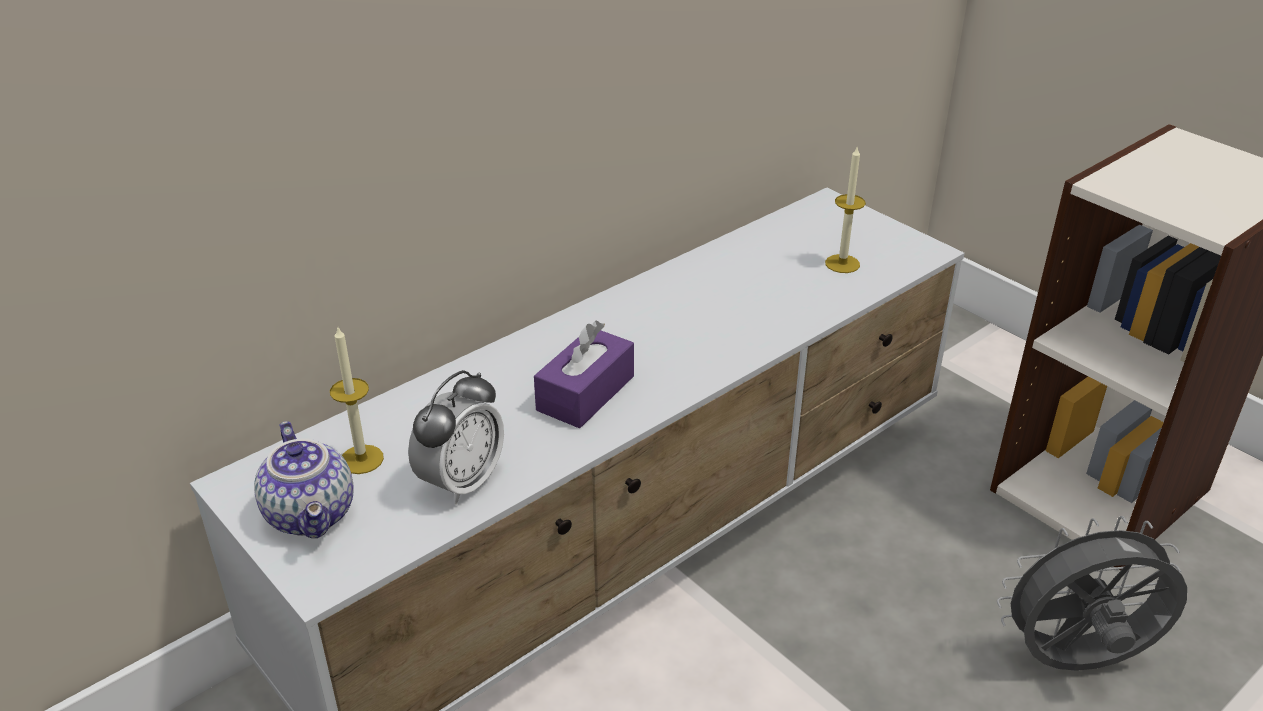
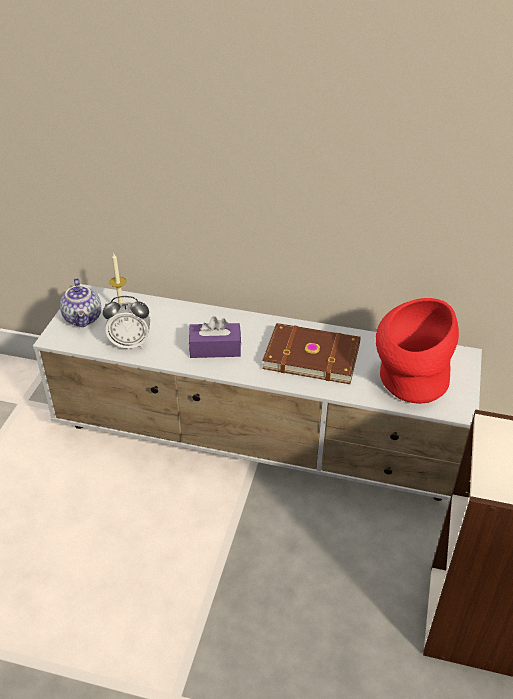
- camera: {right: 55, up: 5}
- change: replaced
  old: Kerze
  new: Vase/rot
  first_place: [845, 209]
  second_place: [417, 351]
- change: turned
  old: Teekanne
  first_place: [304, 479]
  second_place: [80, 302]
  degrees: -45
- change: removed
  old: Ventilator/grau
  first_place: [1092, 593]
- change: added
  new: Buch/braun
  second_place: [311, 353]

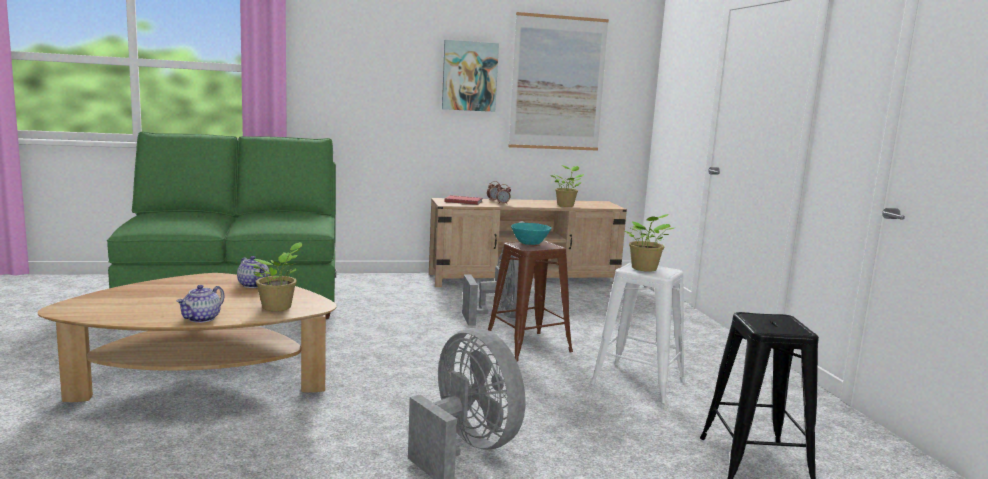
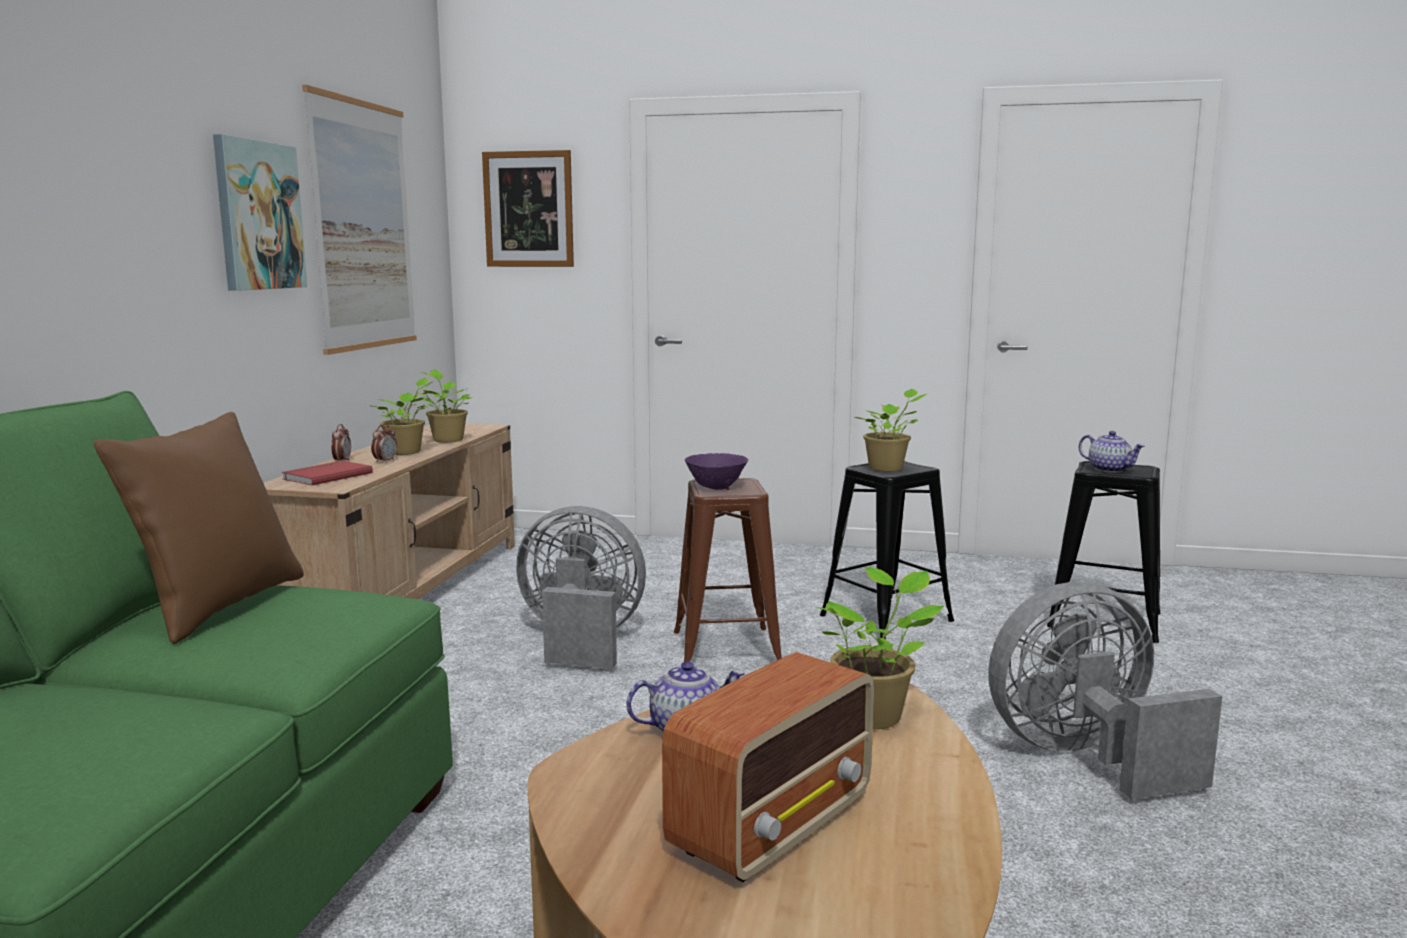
- camera: {right: -65, up: 0}
- change: recoloured
  old: Schüssel/türkis
  new: Schüssel/lila
  first_place: [531, 234]
  second_place: [716, 471]
- change: recoloured
  old: Hocker/weiß
  new: Hocker/schwarz
  first_place: [638, 332]
  second_place: [887, 550]
- change: moved
  old: Teekanne
  first_place: [200, 304]
  second_place: [1112, 452]
- change: added
  new: Bild
  second_place: [528, 208]
- change: added
  new: Topfpflanze
  second_place: [402, 416]
- change: added
  new: Kissen/braun
  second_place: [198, 528]
- change: added
  new: Radio
  second_place: [768, 767]

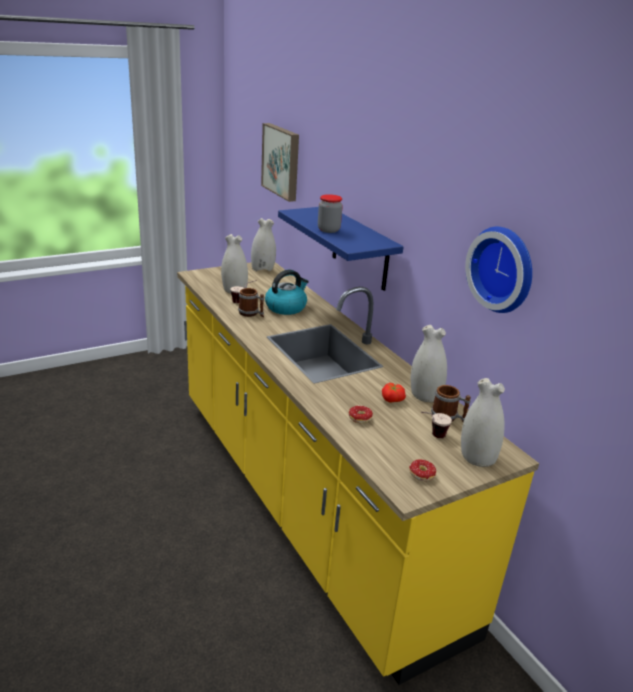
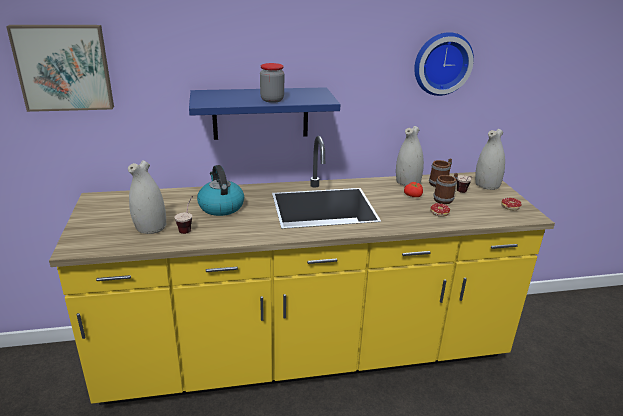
- camera: {right: -70, up: 0}
- change: removed
  old: Vase/weiß
  first_place: [263, 245]
- change: moved
  old: Henkelbecher
  first_place: [251, 302]
  second_place: [445, 188]

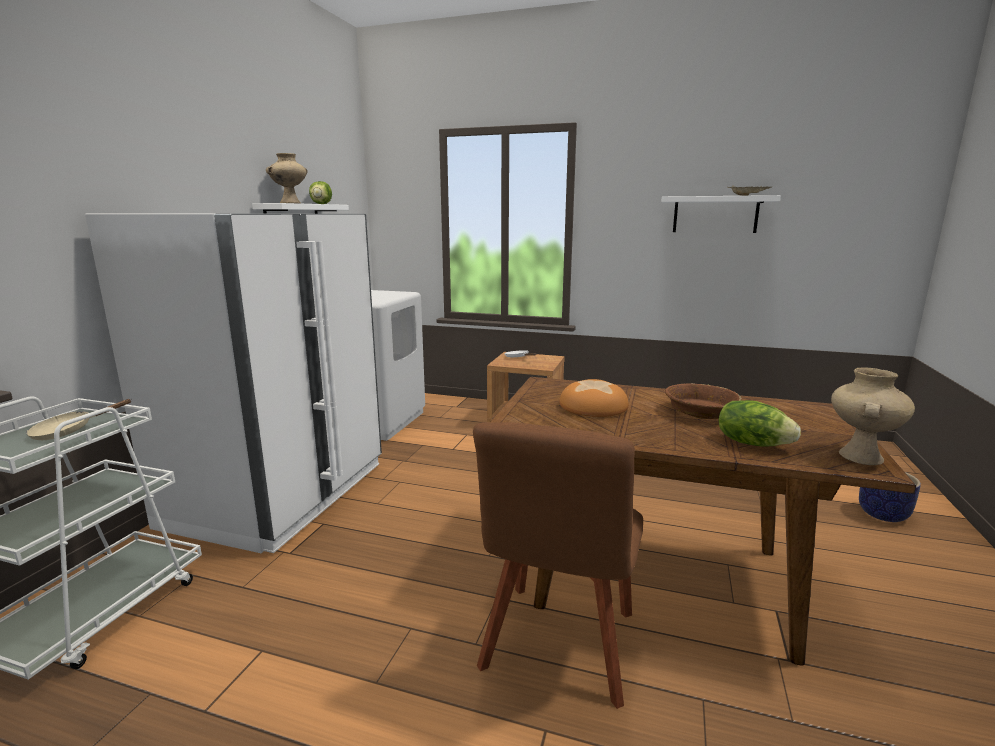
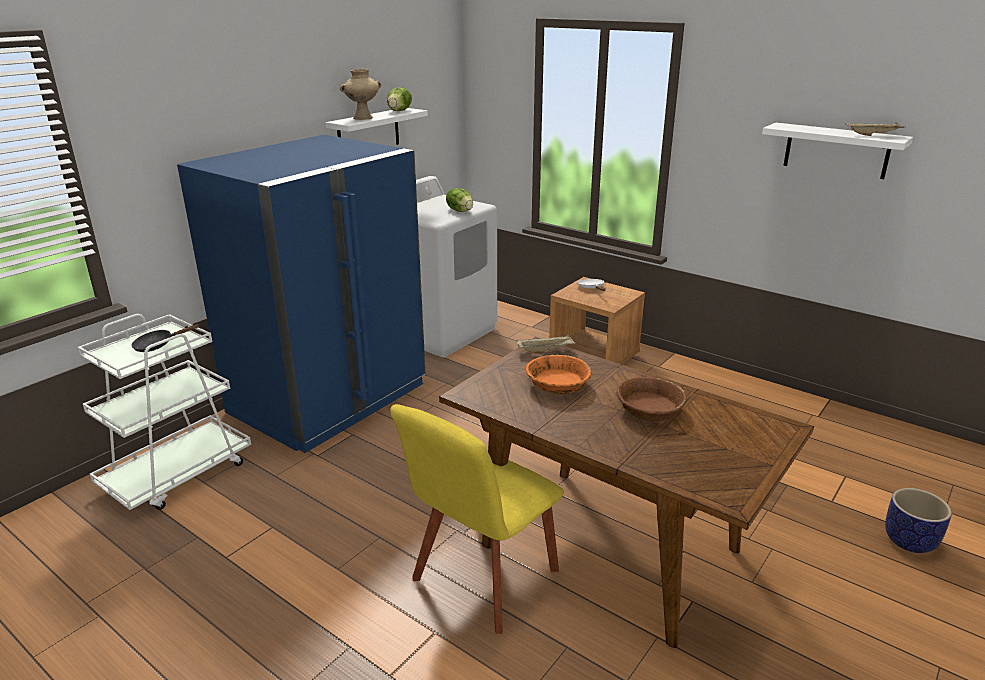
- camera: {right: 20, up: 10}
- change: recoloured
  old: Kühlschrank/weiß
  new: Kühlschrank/blau
  first_place: [233, 383]
  second_place: [301, 294]
- change: removed
  old: Vase/beige
  first_place: [873, 416]
- change: replaced
  old: Brot
  new: Schüssel/orange
  first_place: [594, 398]
  second_place: [558, 374]
- change: recoloured
  old: Pfanne/beige
  new: Pfanne/schwarz
  first_place: [79, 419]
  second_place: [165, 338]
- change: moved
  old: Salatkopf
  first_place: [760, 423]
  second_place: [459, 200]
- change: recoloured
  old: Stuhl/braun
  new: Stuhl/gelb
  first_place: [558, 565]
  second_place: [477, 519]
- change: added
  new: Tablett/beige
  second_place: [546, 344]

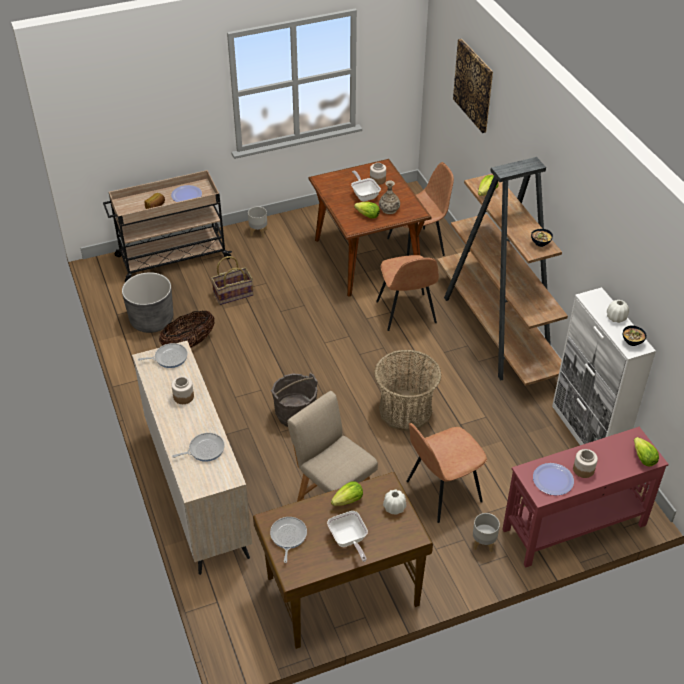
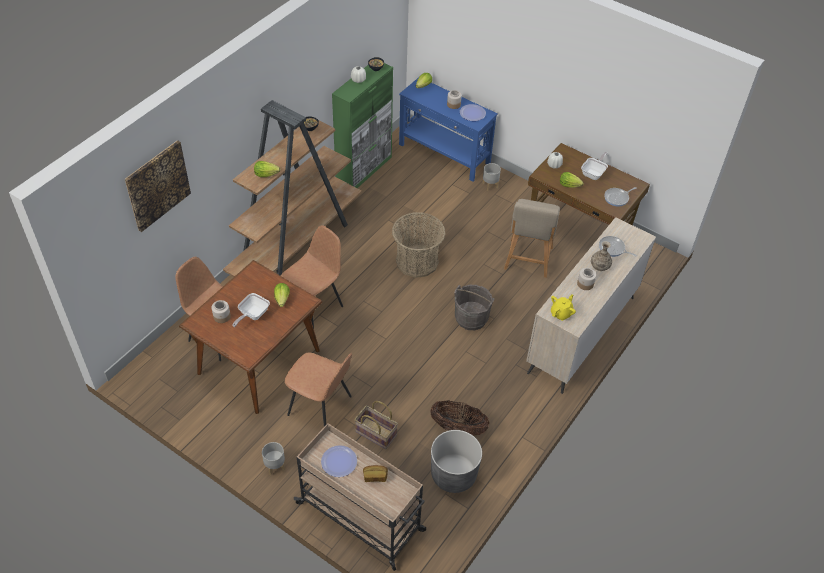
- camera: {right: -125, up: 5}
- change: moved
  old: Vase
  first_place: [389, 197]
  second_place: [601, 256]
- change: recoloured
  old: Schrank/weiß
  new: Schrank/grün
  first_place: [604, 366]
  second_place: [362, 125]
- change: replaced
  old: Pfanne
  new: Teekanne/gelb
  first_place: [163, 355]
  second_place: [563, 307]
- change: moved
  old: Stuhl/braun
  first_place: [446, 472]
  second_place: [318, 389]
- change: recoloured
  old: Konsolentisch/rot
  new: Konsolentisch/blau
  first_place: [585, 497]
  second_place: [448, 129]

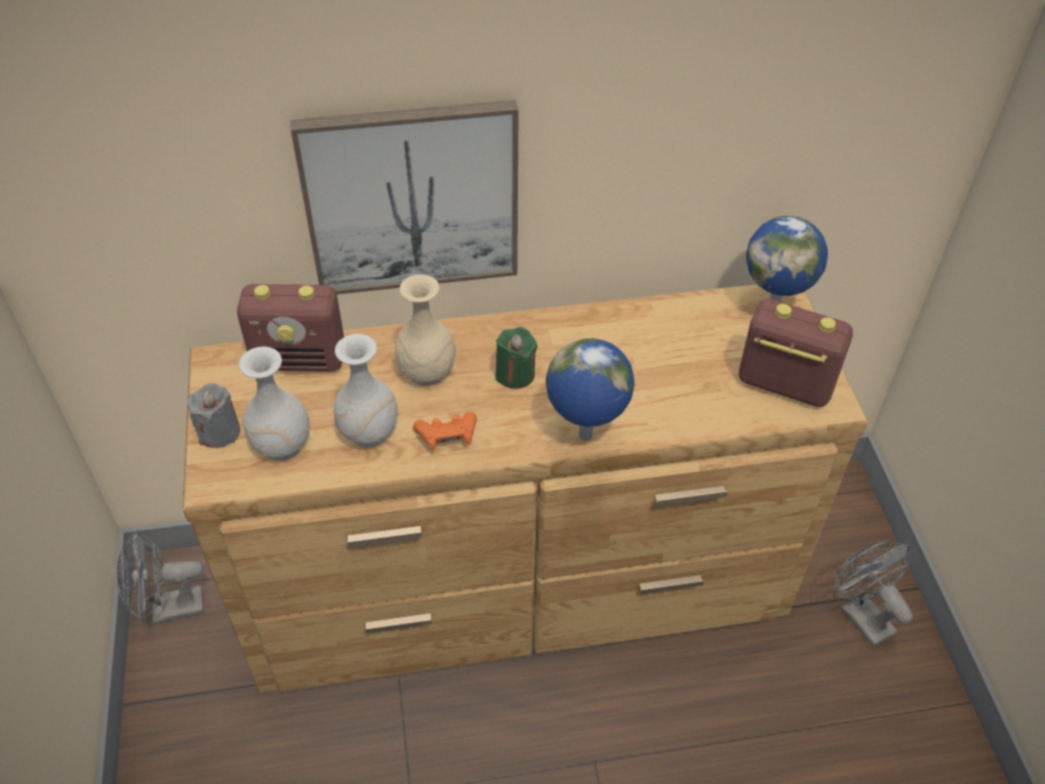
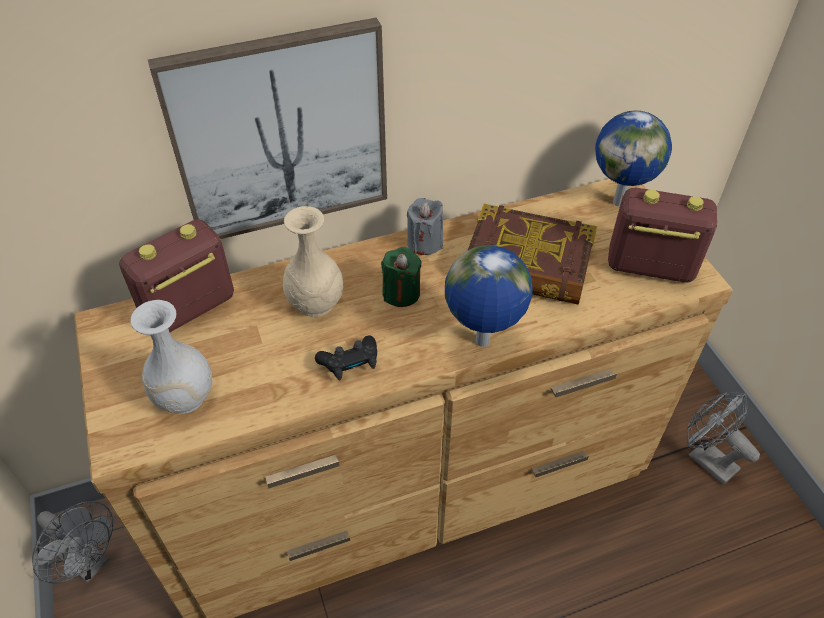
- camera: {right: -10, up: 0}
- change: turned
  old: Radio
  first_place: [290, 328]
  second_place: [176, 275]
  degrees: 150
- change: removed
  old: Vase/weiß
  first_place: [366, 390]
- change: moved
  old: Kerze/grau
  first_place: [213, 415]
  second_place: [425, 226]
- change: recoloured
  old: Gamepad/orange
  new: Gamepad/schwarz
  first_place: [445, 432]
  second_place: [346, 357]
- change: turned
  old: Ventilator/grau
  first_place: [160, 577]
  second_place: [72, 542]
  degrees: -120
- change: added
  new: Buch
  second_place: [532, 254]

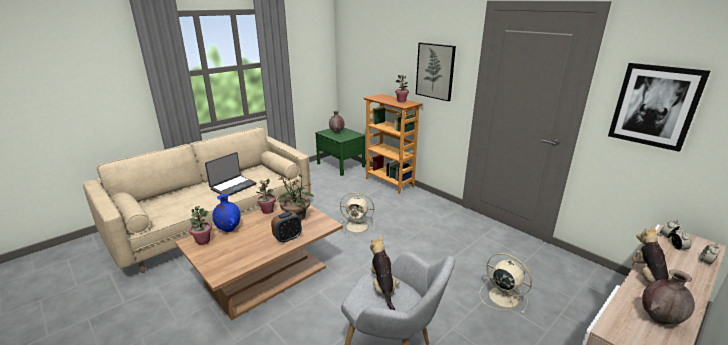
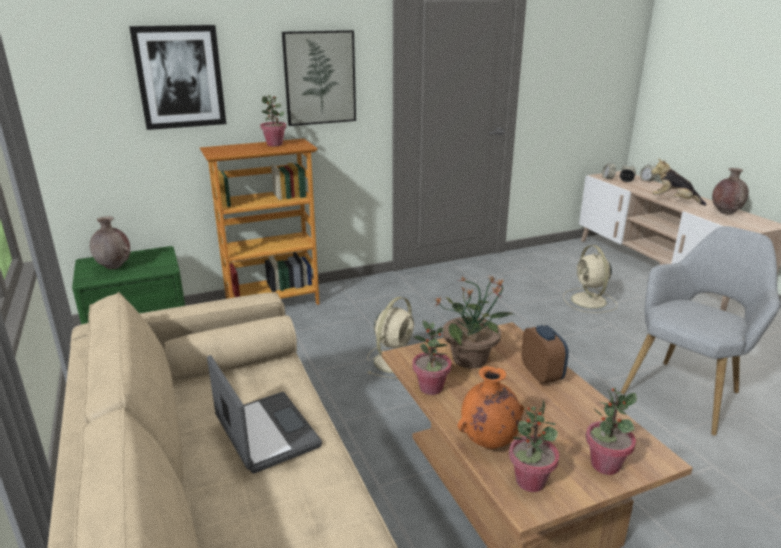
- camera: {right: -70, up: 0}
- change: moved
  old: Bild
  first_place: [659, 107]
  second_place: [177, 77]
- change: recoloured
  old: Vase/blau
  new: Vase/orange
  first_place: [226, 213]
  second_place: [490, 407]
- change: removed
  old: Plüschtier
  first_place: [385, 272]
- change: turned
  old: Ventilator/beige
  first_place: [505, 283]
  second_place: [590, 279]
  degrees: -75
- change: added
  new: Topfpflanze
  second_place: [611, 431]

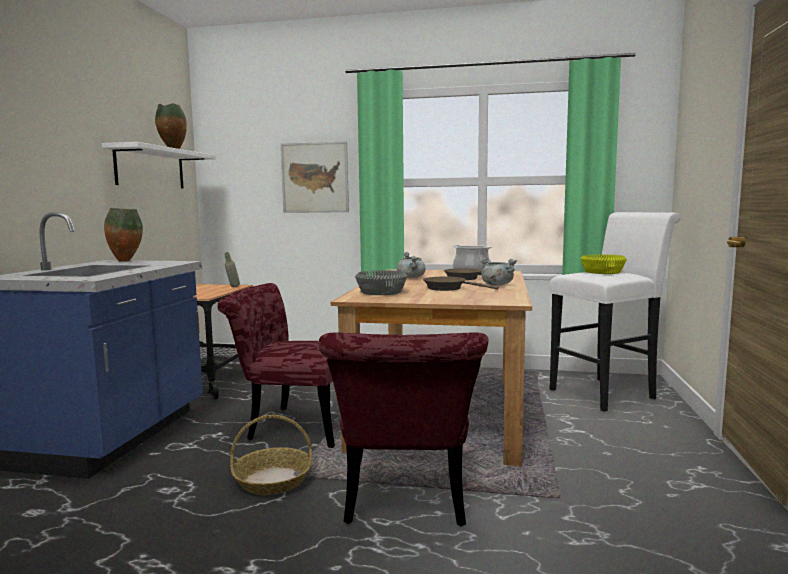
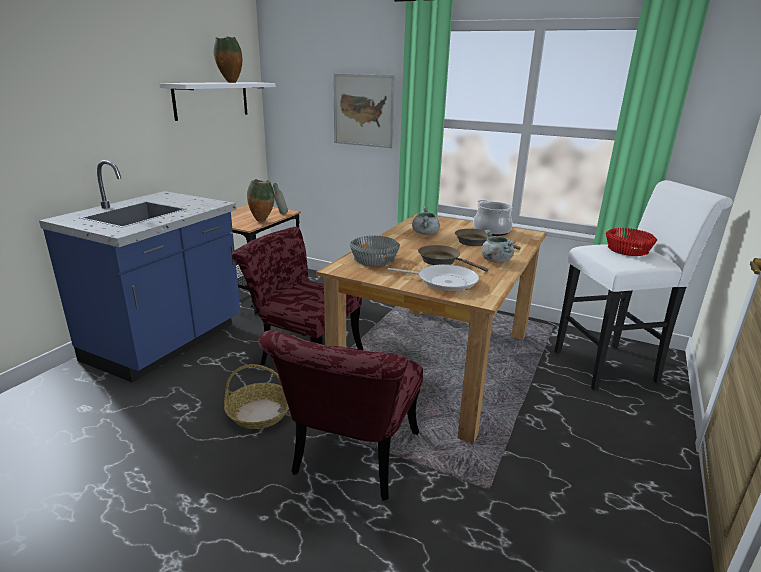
- camera: {right: 15, up: 15}
- change: moved
  old: Vase
  first_place: [123, 234]
  second_place: [261, 200]
- change: recoloured
  old: Schüssel/gelb
  new: Schüssel/rot
  first_place: [604, 264]
  second_place: [631, 242]
- change: added
  new: Pfanne
  second_place: [433, 278]

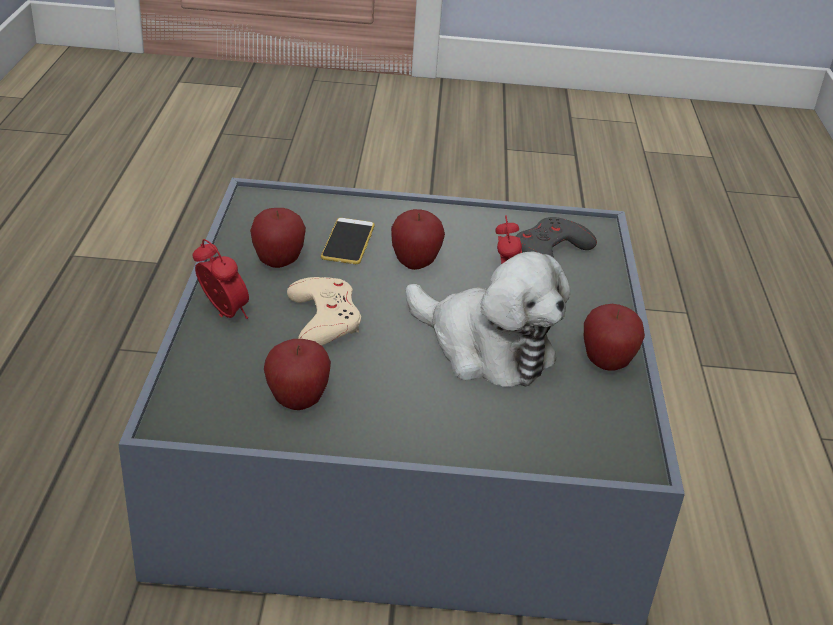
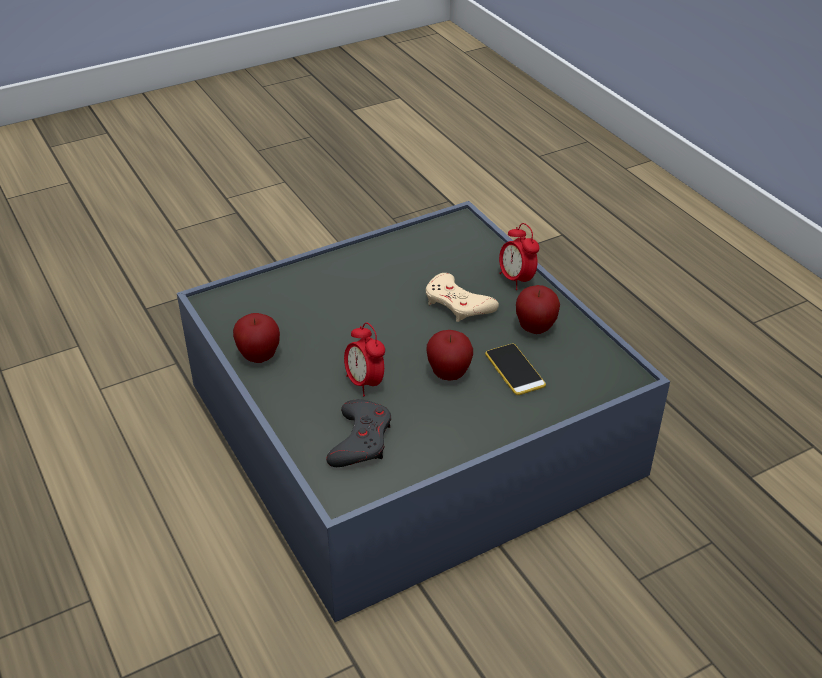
- camera: {right: 150, up: 5}
- change: turned
  old: Wecker
  first_place: [220, 279]
  second_place: [519, 256]
  degrees: 45
- change: removed
  old: Plüschtier
  first_place: [488, 319]
- change: removed
  old: Apfel
  first_place: [297, 374]

